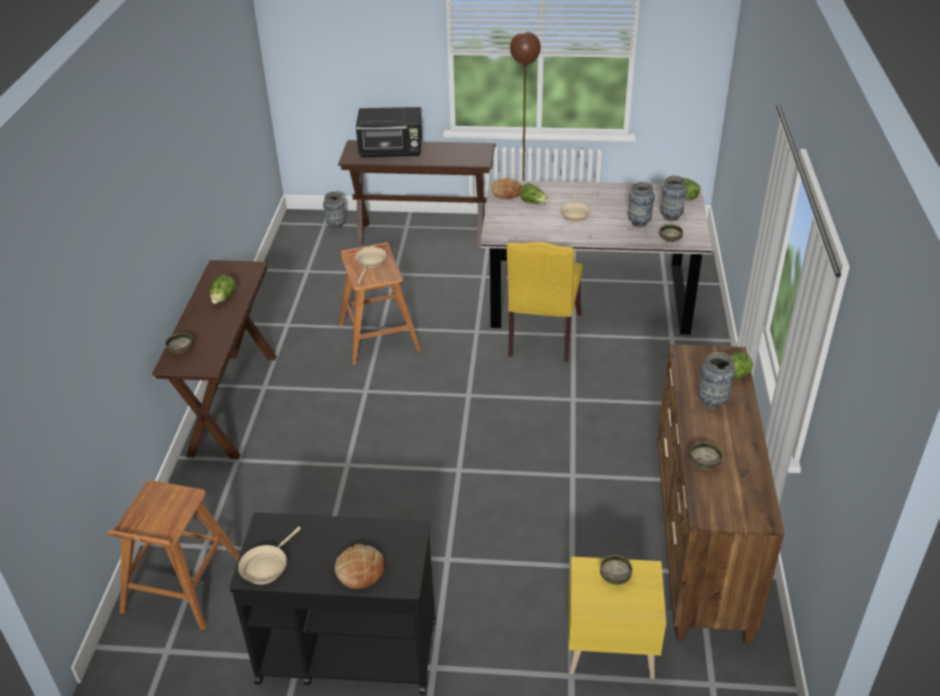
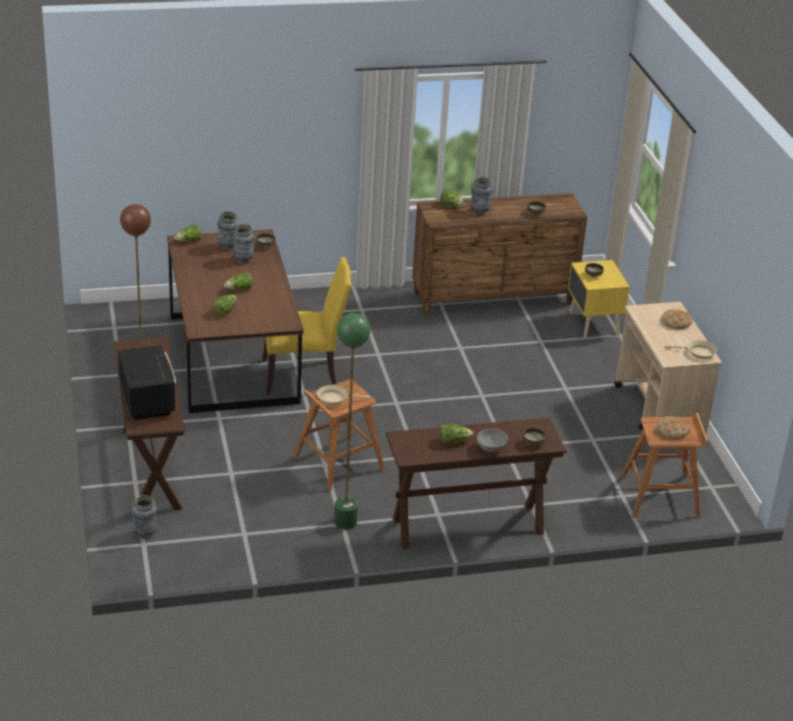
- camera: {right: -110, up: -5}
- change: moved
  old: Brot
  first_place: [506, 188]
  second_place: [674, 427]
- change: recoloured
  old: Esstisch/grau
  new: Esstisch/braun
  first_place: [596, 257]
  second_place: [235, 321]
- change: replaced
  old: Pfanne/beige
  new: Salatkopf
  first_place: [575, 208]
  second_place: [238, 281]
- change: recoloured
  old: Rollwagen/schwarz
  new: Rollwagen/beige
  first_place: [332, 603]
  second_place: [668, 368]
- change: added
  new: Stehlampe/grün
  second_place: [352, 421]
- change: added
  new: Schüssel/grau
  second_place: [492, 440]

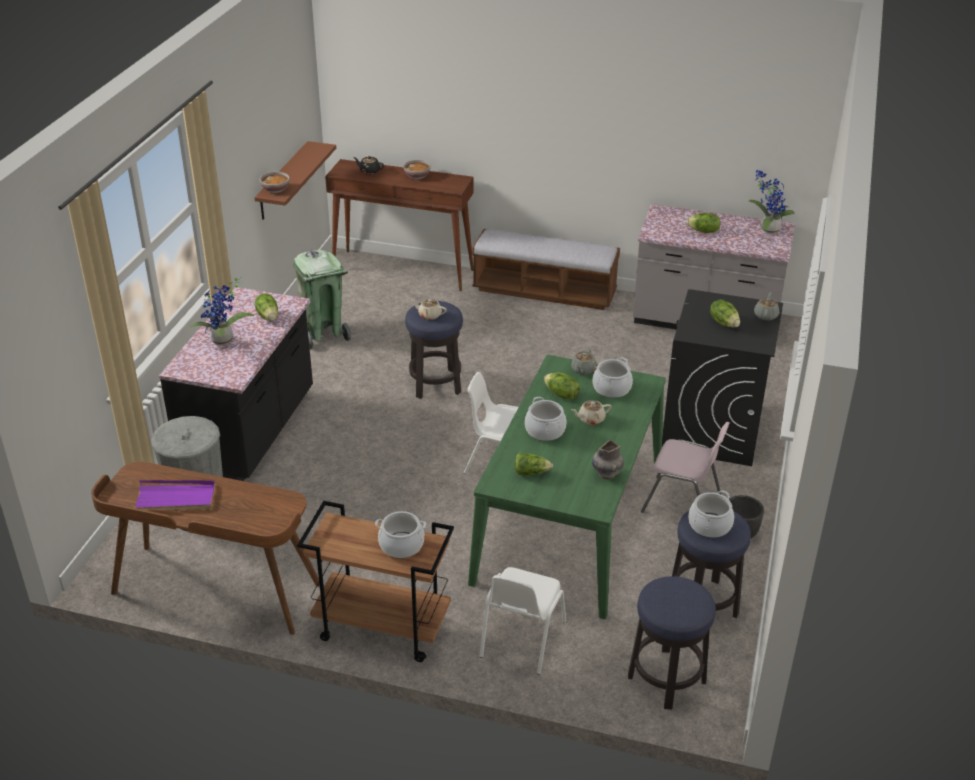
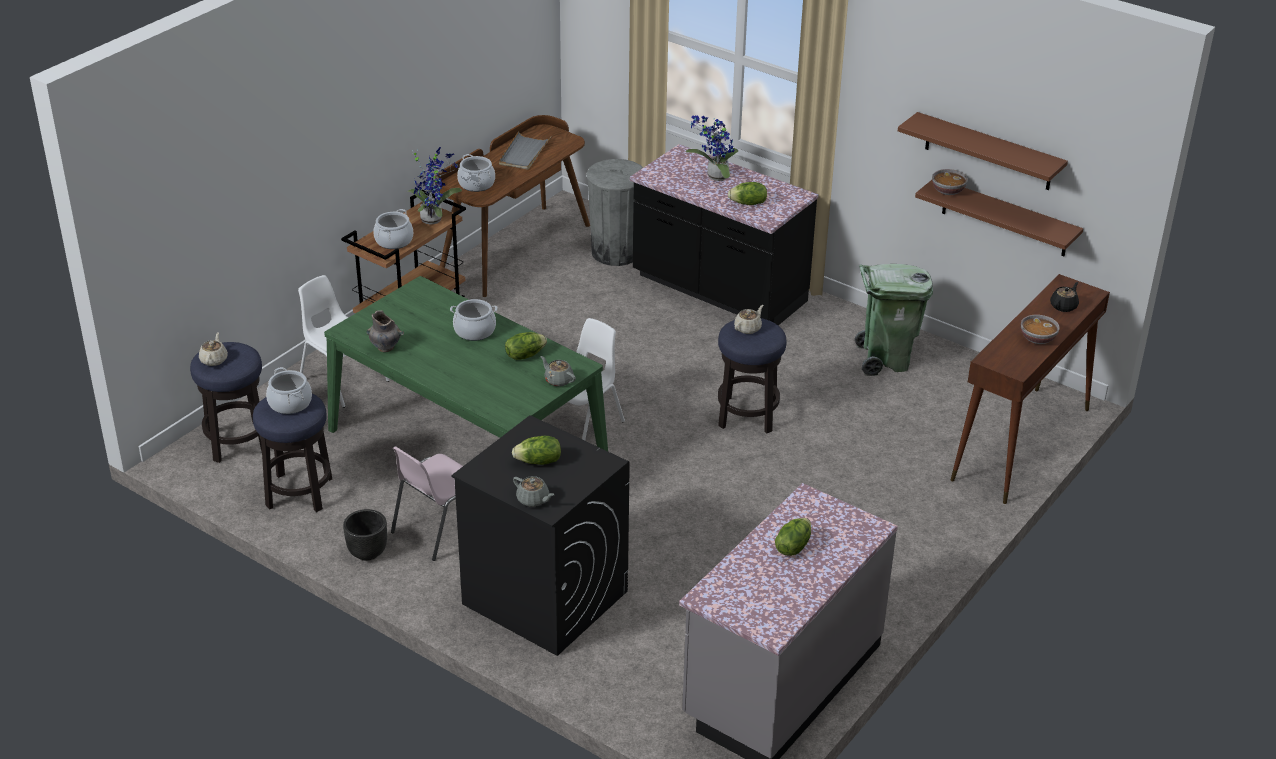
- camera: {right: 110, up: 0}
- change: moved
  old: Topfpflanze
  first_place: [772, 202]
  second_place: [434, 186]
- change: removed
  old: Bank
  first_place: [546, 269]
- change: moved
  old: Kochtopf
  first_place: [613, 377]
  second_place: [476, 173]
- change: moved
  old: Teekanne/beige
  first_place: [591, 412]
  second_place: [213, 349]
- change: removed
  old: Salatkopf
  first_place: [534, 464]
- change: recoloured
  old: Tablett/lila
  new: Tablett/grau
  first_place: [175, 494]
  second_place: [525, 150]
- change: added
  new: Wandregal/braun
  second_place: [983, 151]

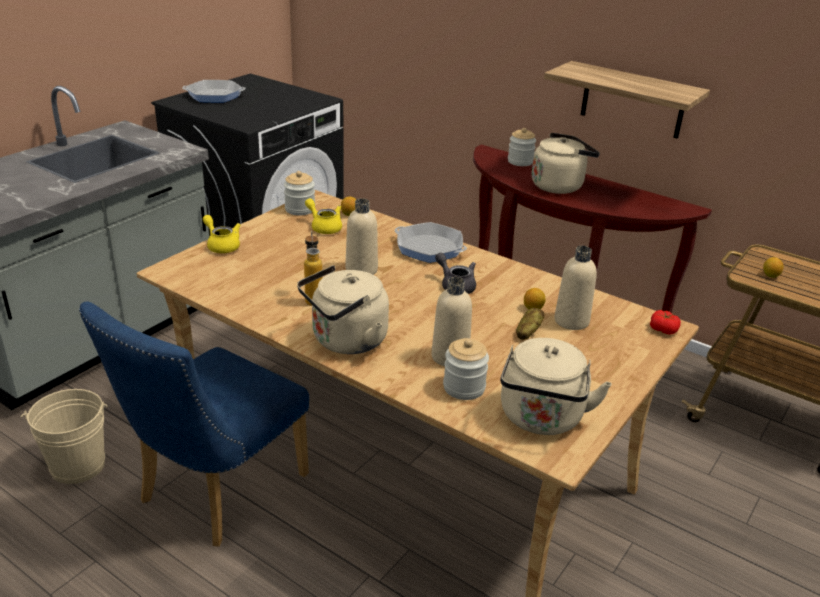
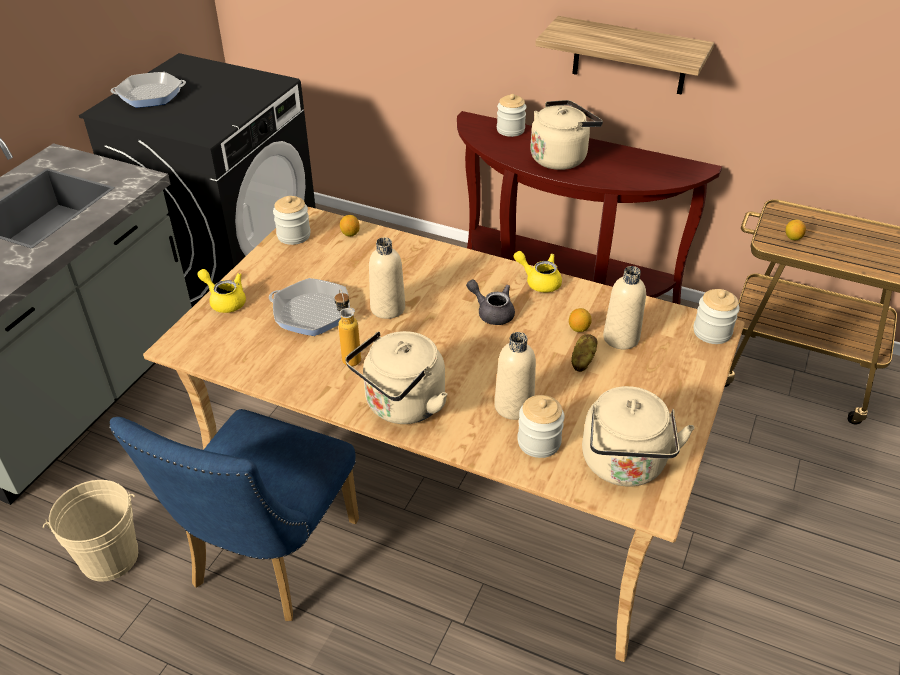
- camera: {right: -10, up: 10}
- change: moved
  old: Teekanne/gelb
  first_place: [323, 216]
  second_place: [538, 271]
- change: moved
  old: Pfanne
  first_place: [431, 242]
  second_place: [312, 307]
- change: replaced
  old: Tomate
  new: Vorratsglas
  first_place: [665, 322]
  second_place: [717, 316]

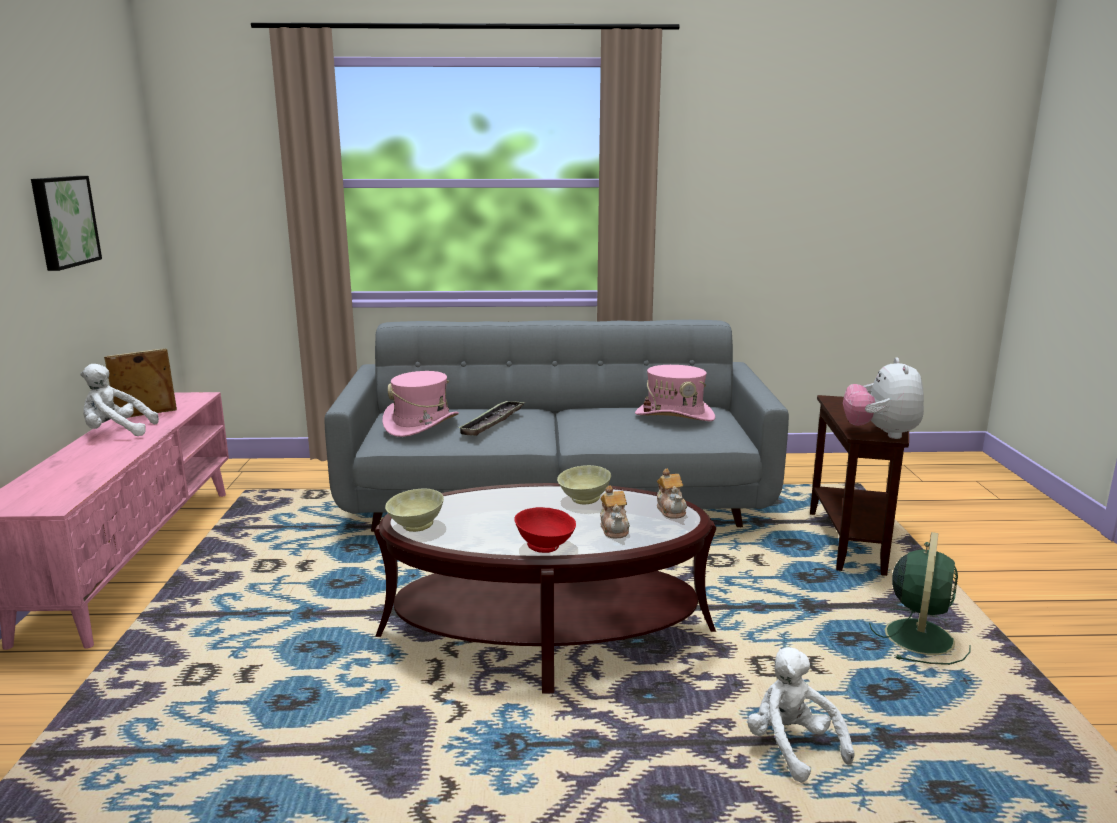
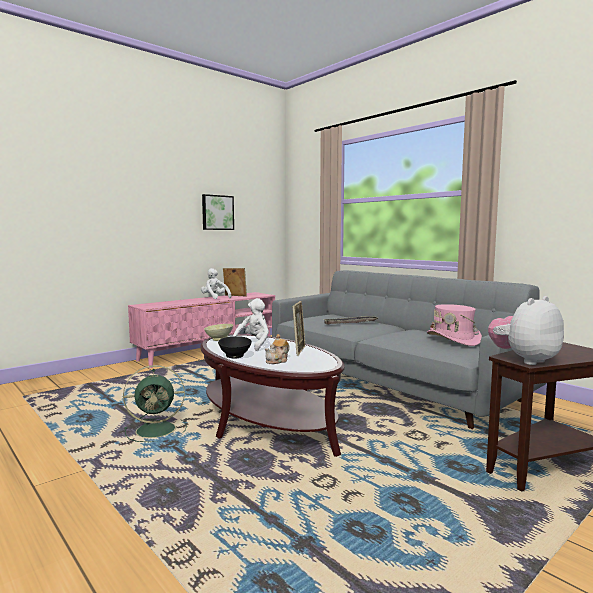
- camera: {right: 50, up: -10}
- change: removed
  old: Hut/rosa
  first_place: [420, 404]
- change: replaced
  old: Schüssel/beige
  new: Bilderrahmen
  first_place: [584, 484]
  second_place: [299, 328]
- change: removed
  old: Teekanne
  first_place: [672, 494]
- change: recoloured
  old: Schüssel/rot
  new: Schüssel/schwarz
  first_place: [545, 530]
  second_place: [235, 347]
- change: moved
  old: Ventilator/grün
  first_place: [920, 598]
  second_place: [155, 403]
- change: moved
  old: Plüschtier/weiß
  first_place: [800, 715]
  second_place: [251, 324]

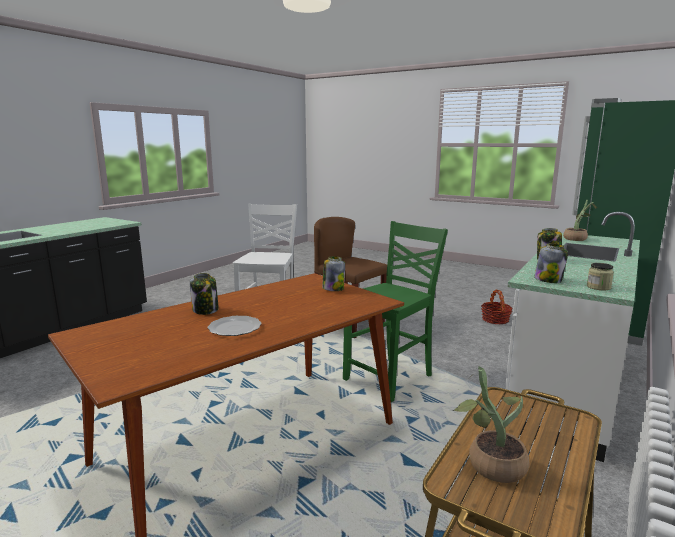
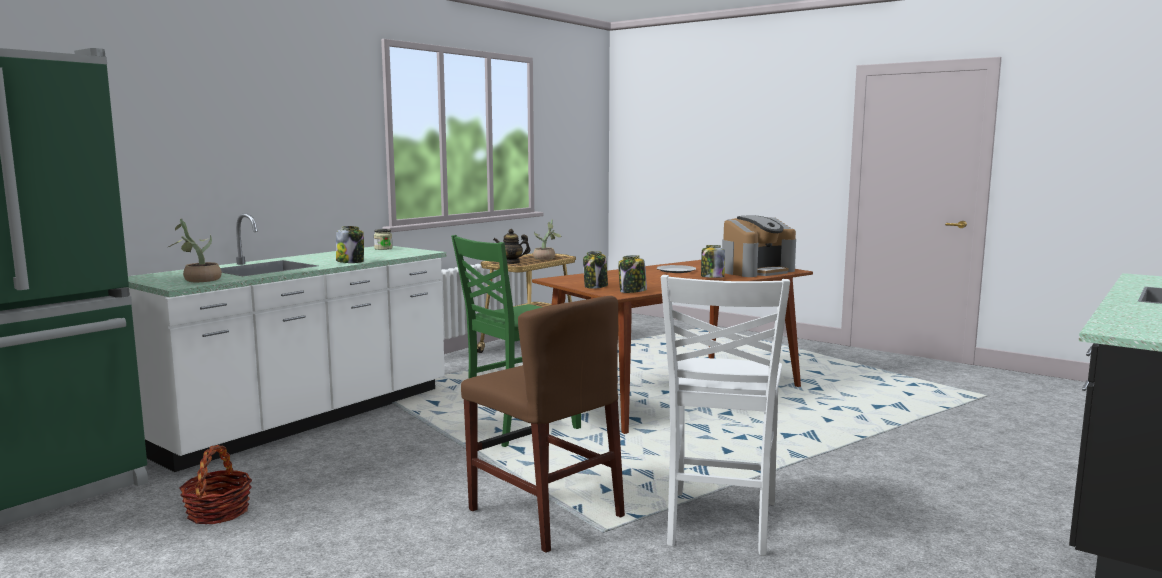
- camera: {right: -175, up: -5}
- change: moved
  old: Vorratsglas
  first_place: [551, 263]
  second_place: [632, 274]
- change: added
  new: Kaffeemaschine
  second_place: [759, 246]
- change: added
  new: Teekanne
  second_place: [512, 246]

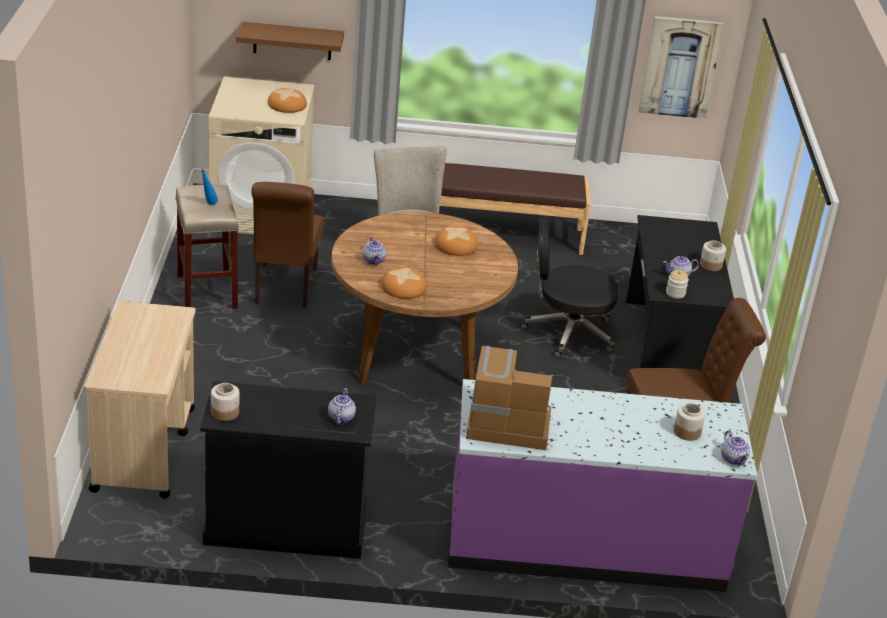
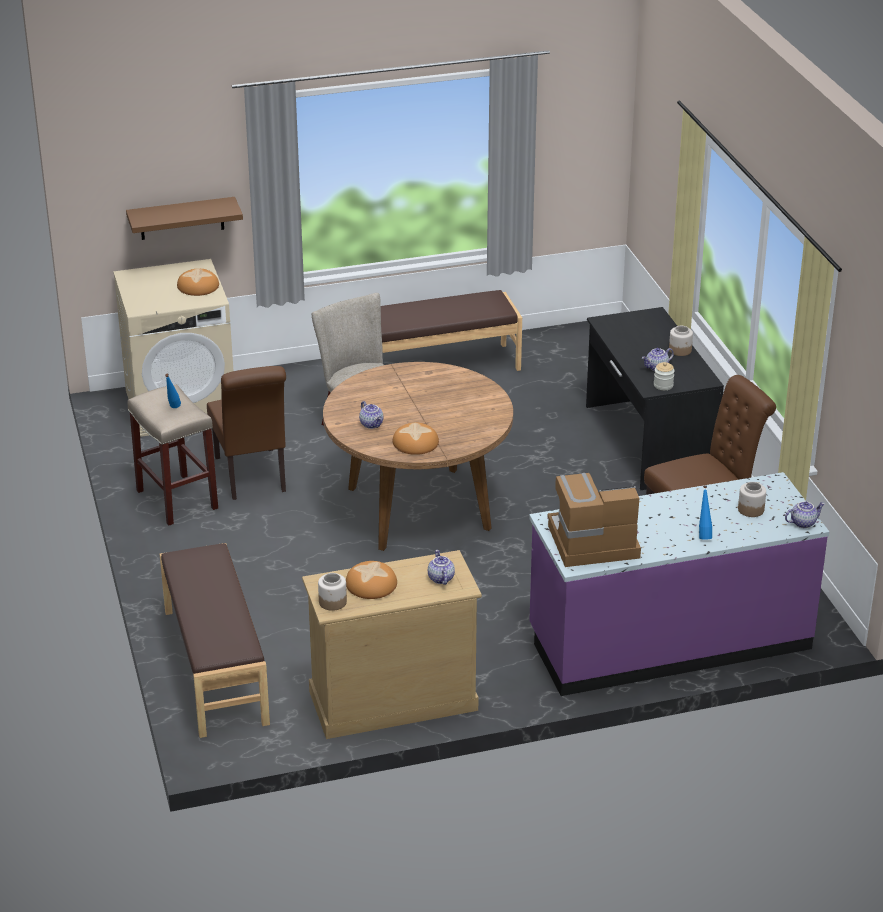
- camera: {right: -15, up: 0}
- change: removed
  old: Bild
  first_place: [681, 67]
- change: removed
  old: Bürostuhl/schwarz
  first_place: [569, 288]
- change: moved
  old: Brot
  first_place: [456, 241]
  second_place: [371, 580]
- change: replaced
  old: Rollwagen/beige
  new: Bank/braun
  first_place: [139, 400]
  second_place: [215, 640]
- change: recoloured
  old: Kommode/schwarz
  new: Kommode/beige
  first_place: [288, 470]
  second_place: [392, 644]
- change: turned
  old: Teekanne
  first_place: [735, 448]
  second_place: [805, 514]
  degrees: -75
- change: added
  new: Flasche/blau
  second_place: [705, 512]

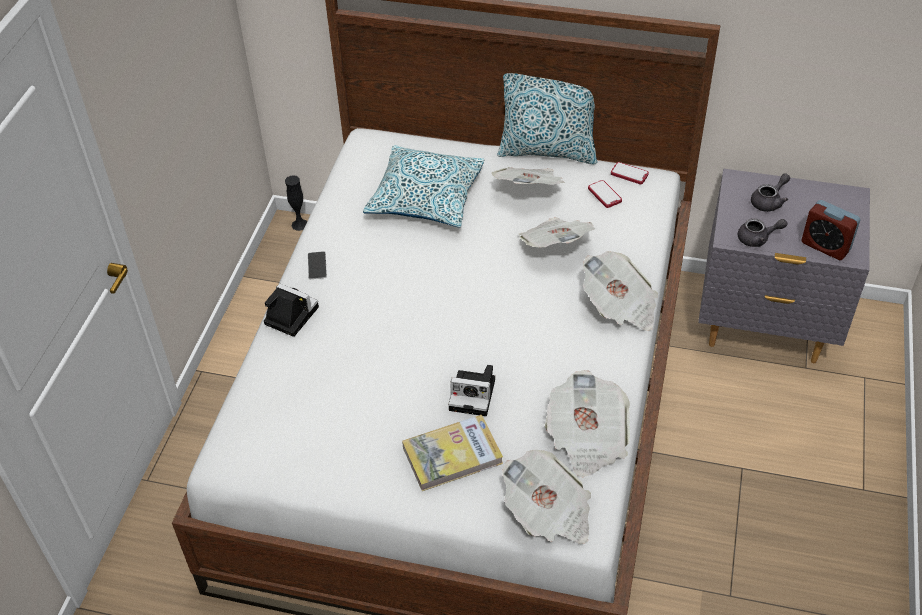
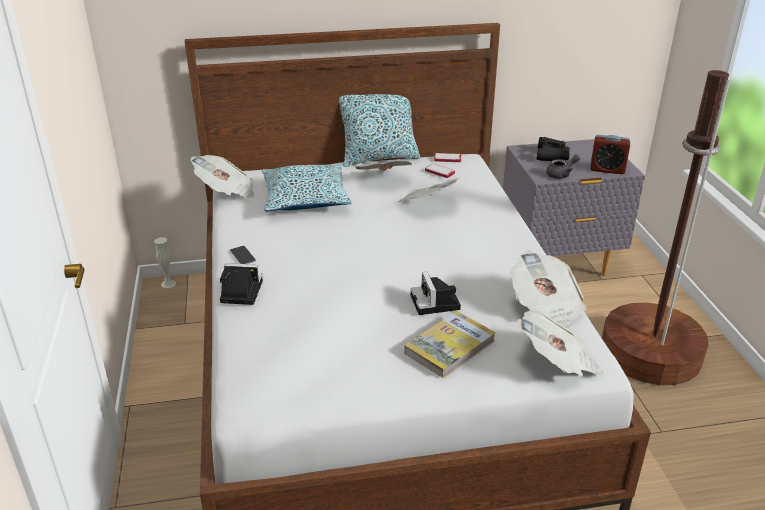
- camera: {right: -25, up: -15}
- change: replaced
  old: Teekanne/grau
  new: Fernglas/schwarz
  first_place: [770, 192]
  second_place: [553, 149]
- change: recoloured
  old: Vase/schwarz
  new: Vase/weiß
  first_place: [296, 203]
  second_place: [165, 262]
- change: moved
  old: Zeitung
  first_place: [620, 291]
  second_place: [222, 176]
- change: turned
  old: Kamera
  first_place: [471, 390]
  second_place: [436, 293]
  degrees: 90
- change: added
  new: Stehlampe/braun
  second_place: [666, 227]

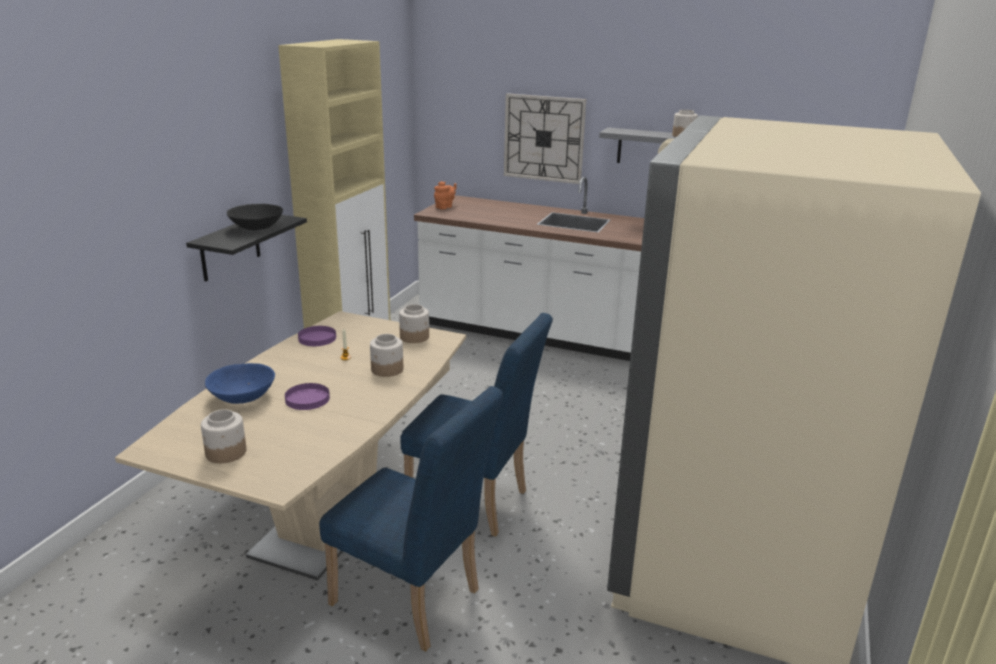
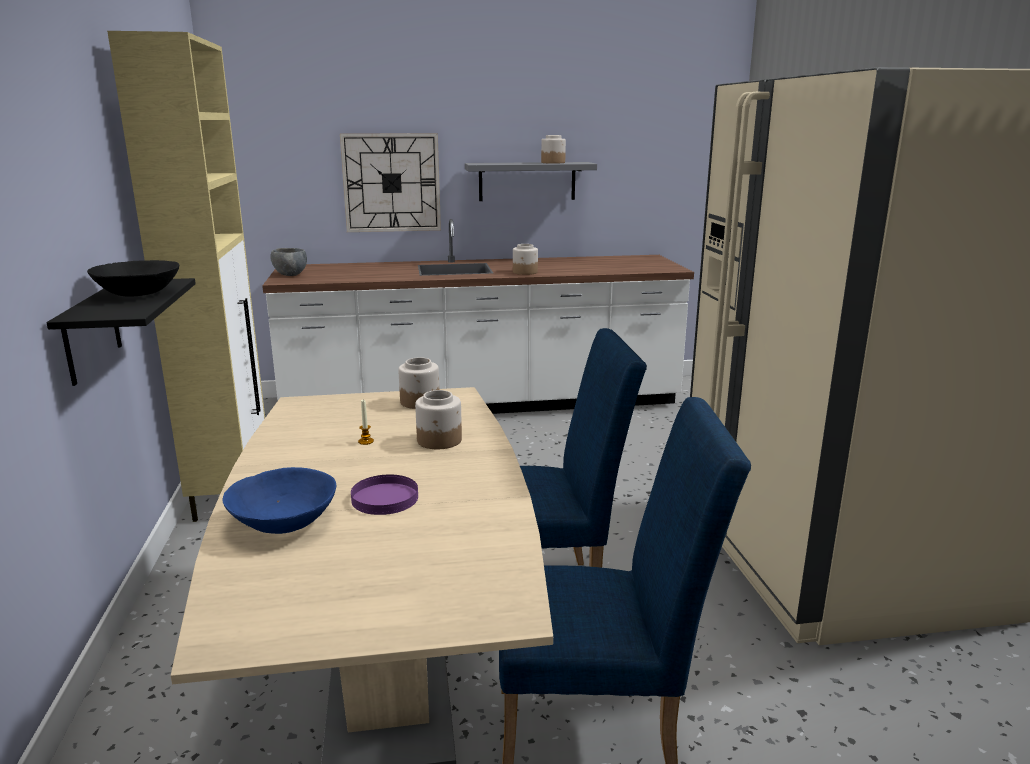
- camera: {right: -30, up: -5}
- change: replaced
  old: Teekanne/orange
  new: Schüssel/grau
  first_place: [445, 195]
  second_place: [288, 262]
- change: removed
  old: Teller/lila
  first_place: [317, 336]
- change: moved
  old: Vorratsglas
  first_place: [223, 436]
  second_place: [525, 259]

